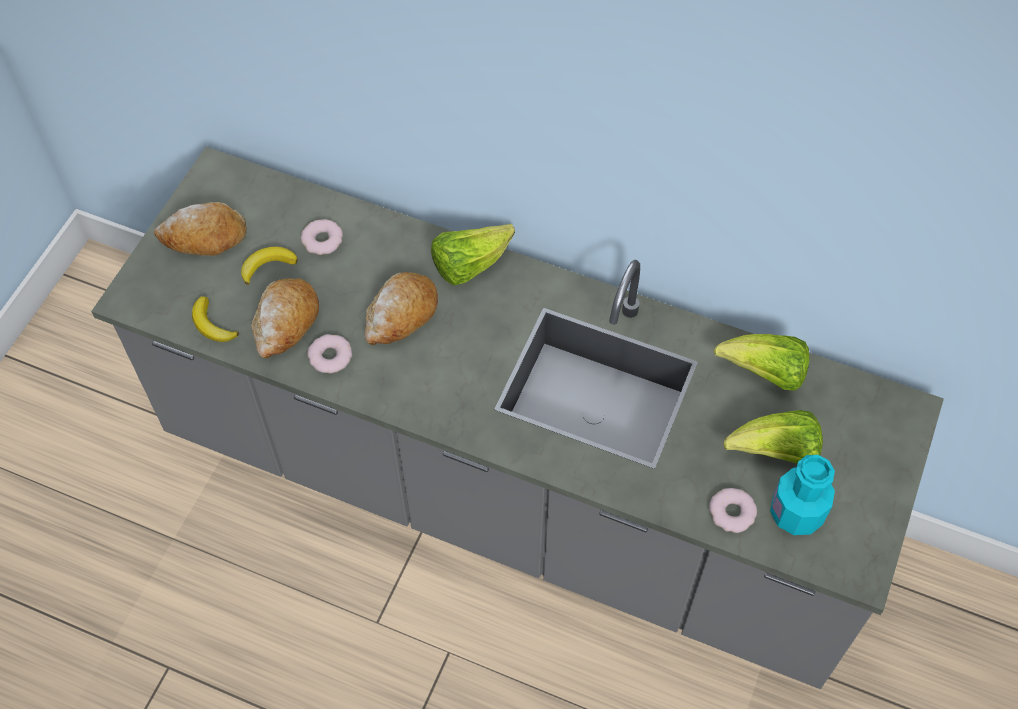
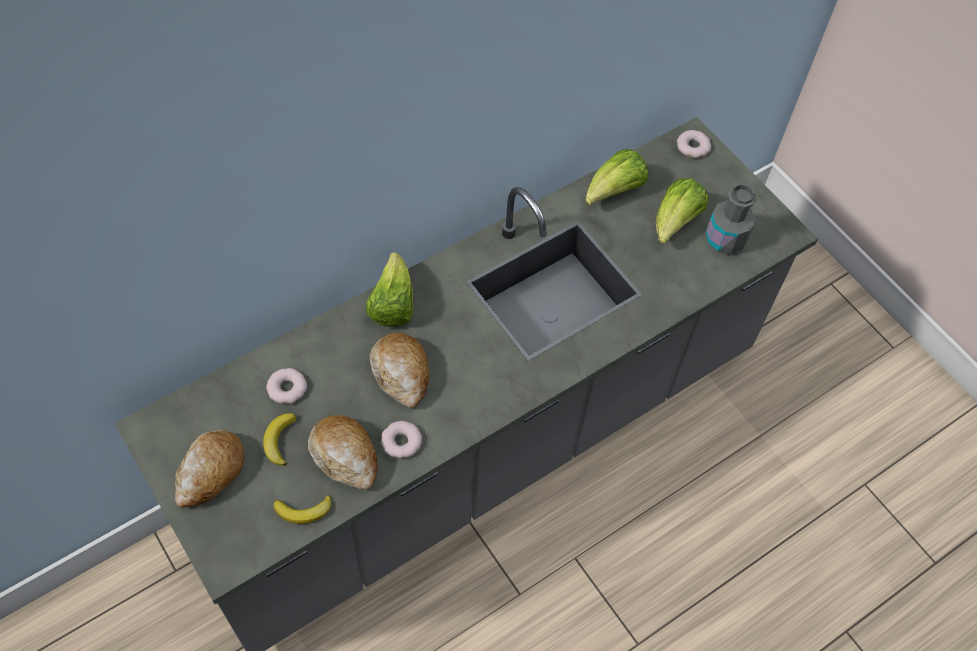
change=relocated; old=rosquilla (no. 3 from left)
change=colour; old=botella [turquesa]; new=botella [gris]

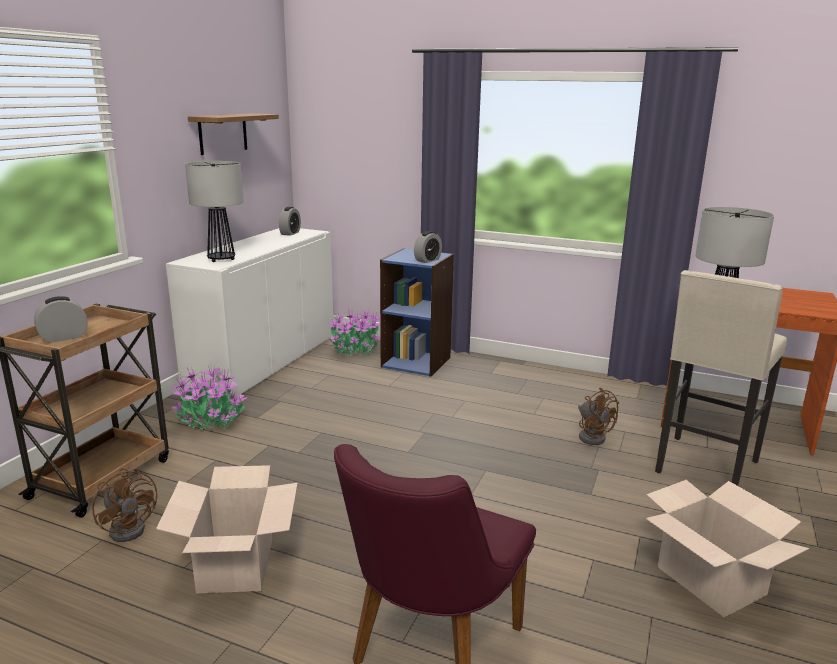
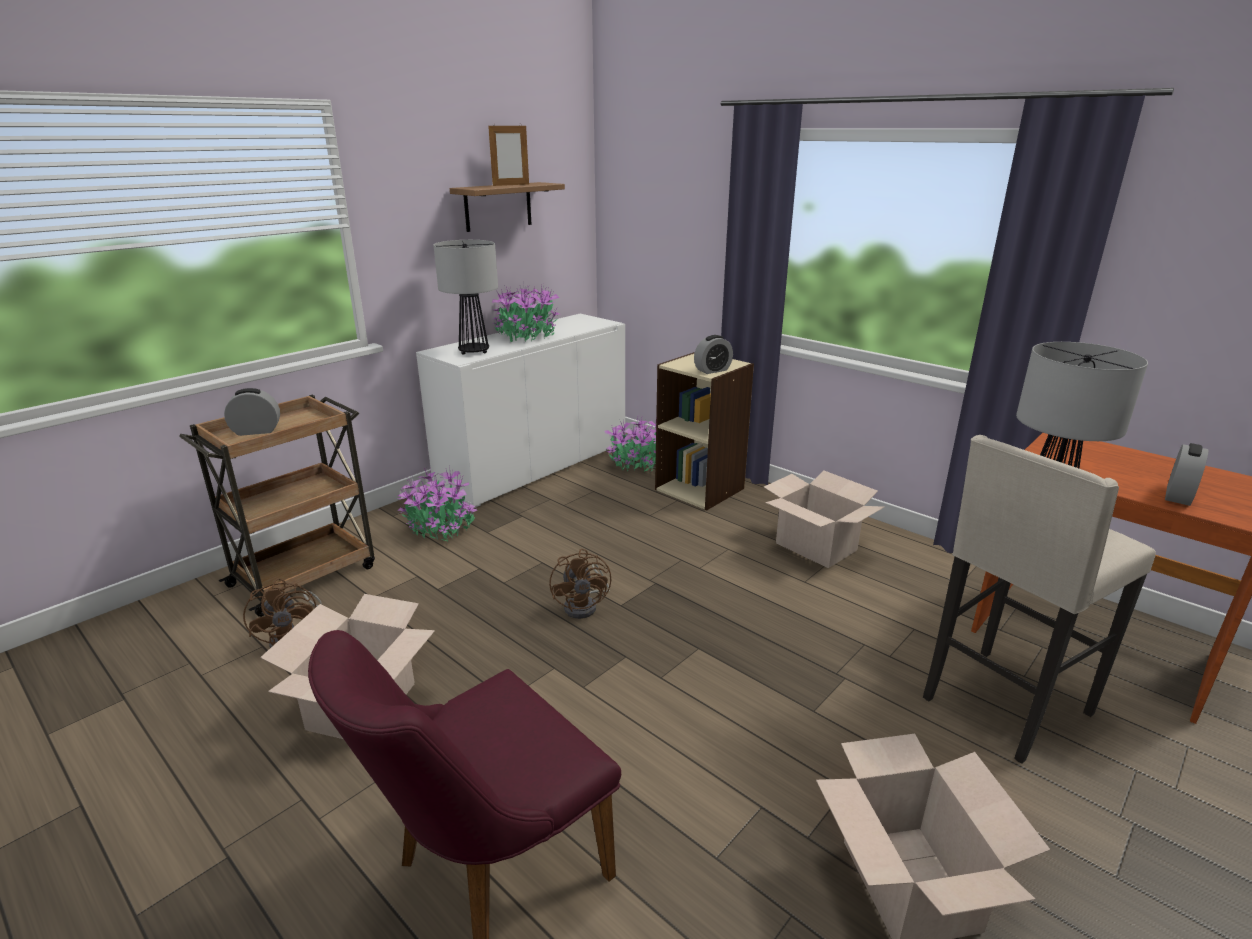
change=appeared; new=portarretratos
change=appeared; new=planta en maceta (no. 2 from left)
change=relocated; old=ventilador [marrón] (no. 2 from left)
change=colour; old=estantería [azul]; new=estantería [beis]
change=appeared; new=caja de cartón (no. 2 from left)
change=relocated; old=despertador (no. 2 from left in the first image); new=despertador (no. 3 from left)

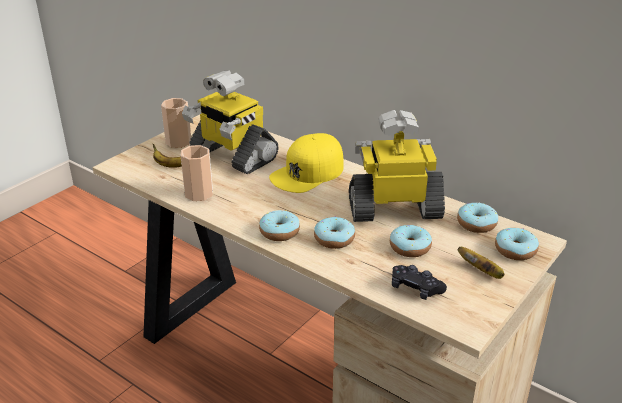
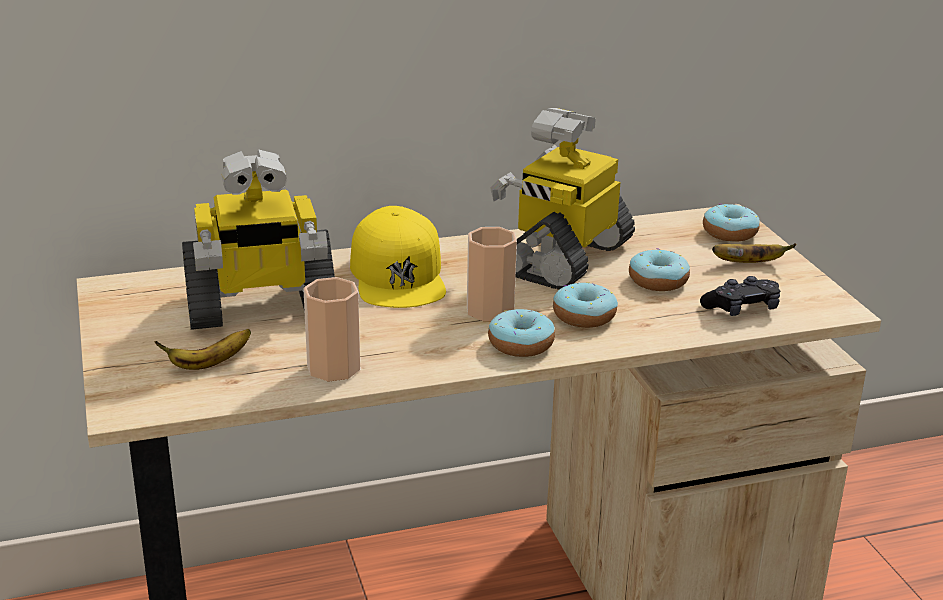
change=relocated; old=taza (no. 1 from left in the first image); new=taza (no. 2 from left)
change=missing; old=rosquilla (no. 4 from left)

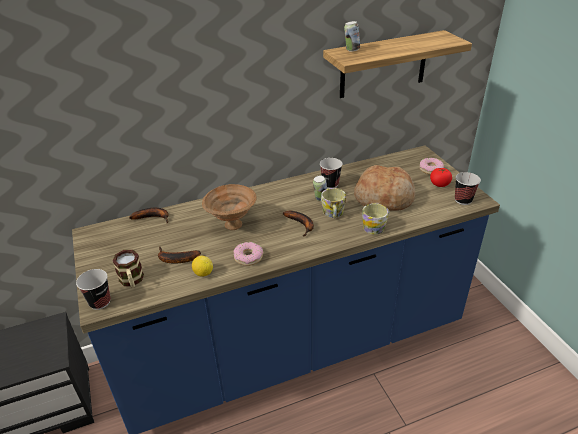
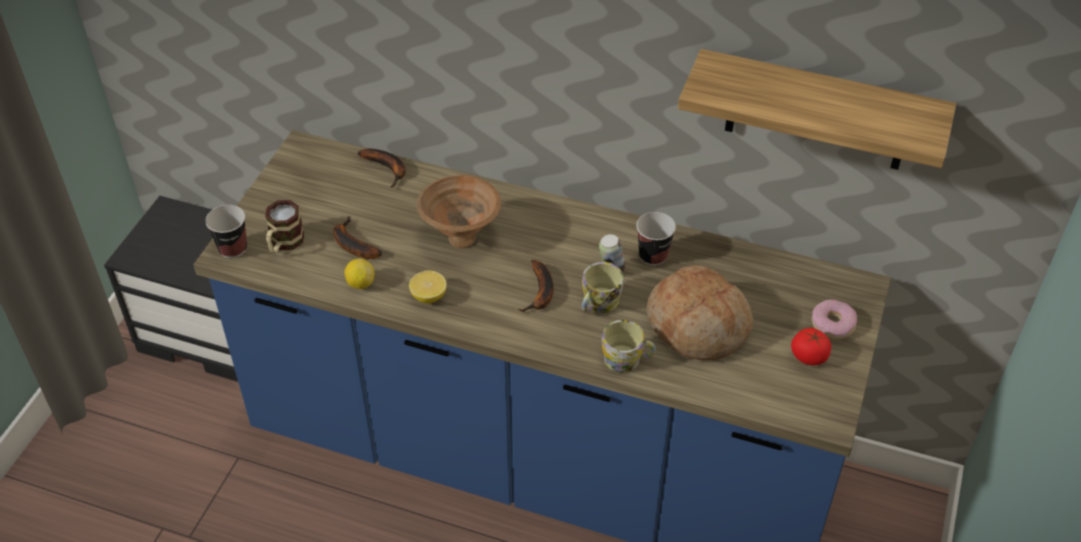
change=exchanged; old=rosquilla (no. 1 from left); new=limón (no. 2 from left)
change=missing; old=lata (no. 2 from left)
change=missing; old=taza (no. 3 from left)

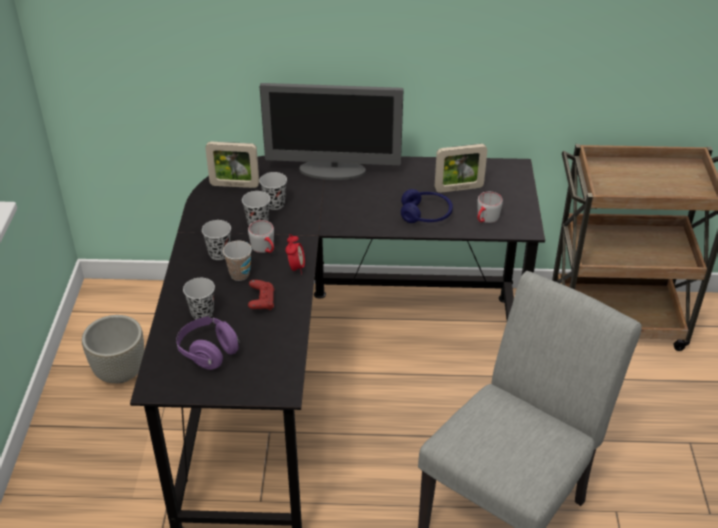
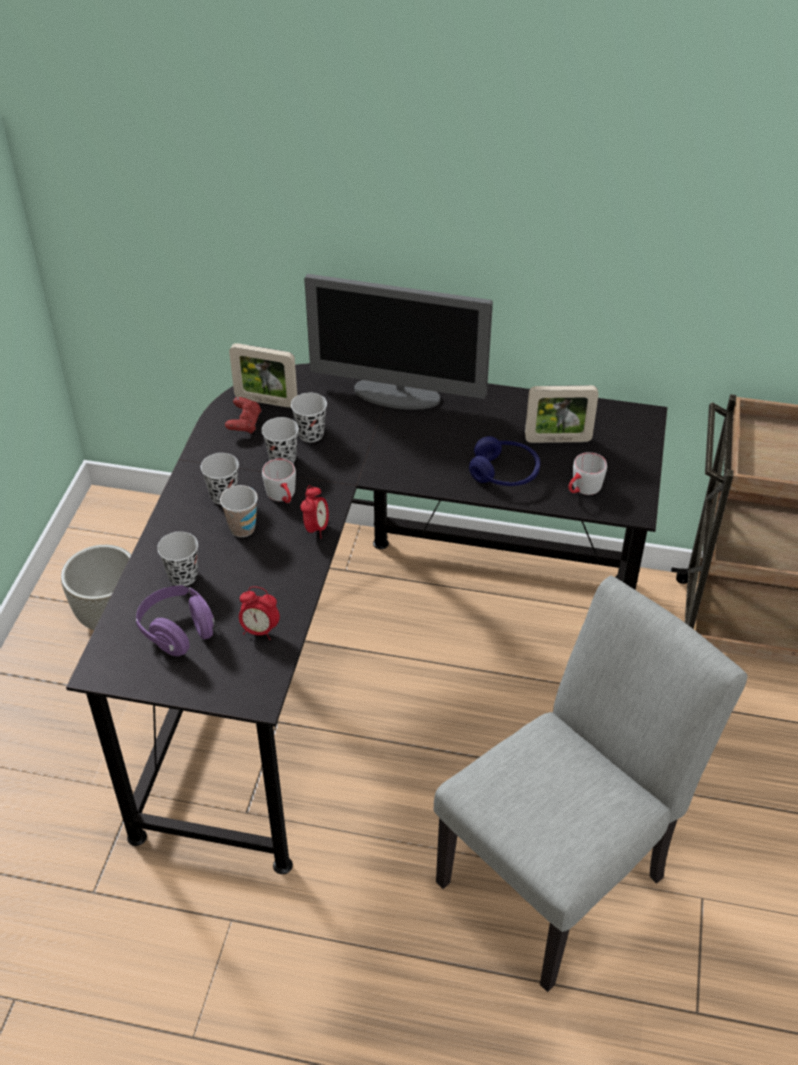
change=relocated; old=mando de consola [rojo]
change=appeared; new=despertador (no. 1 from left)

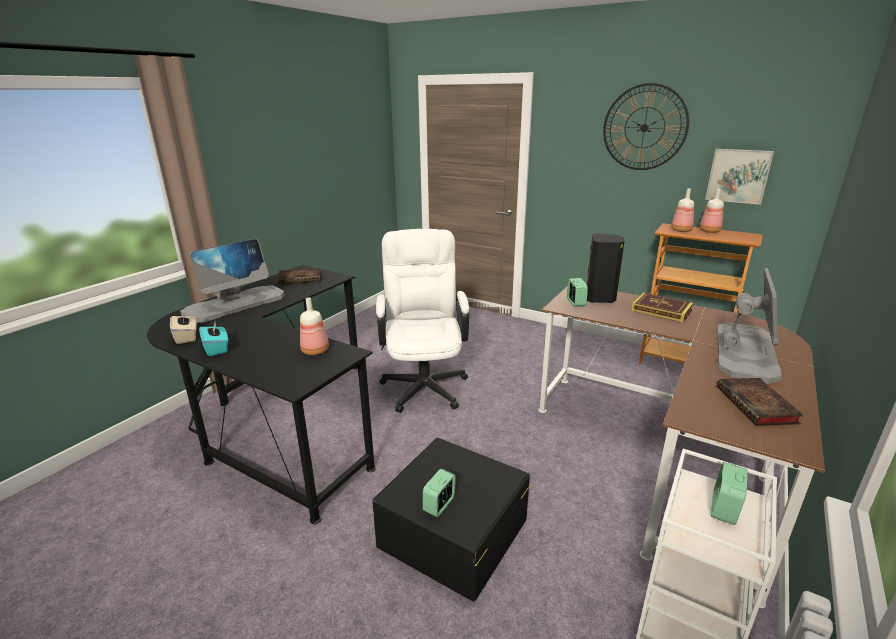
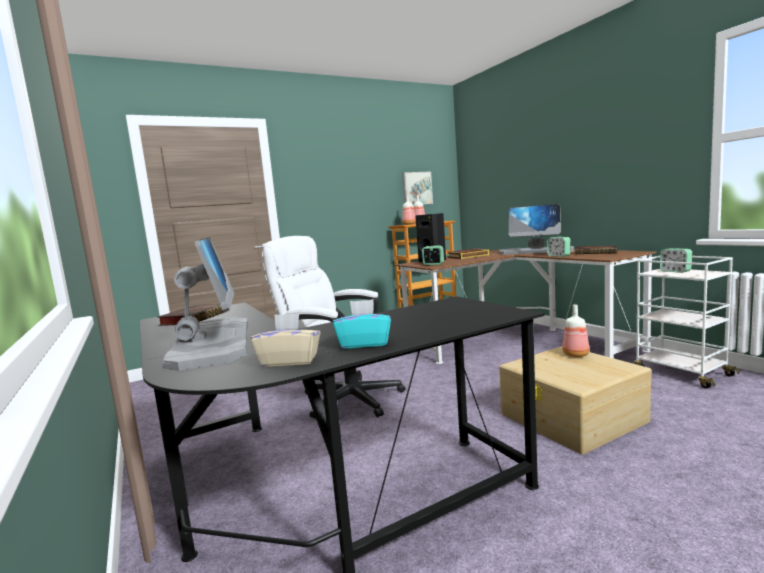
change=spun; old=monitor (no. 2 from left); degrees=150
change=colour; old=caja de almacenaje [negro]; new=caja de almacenaje [beis]
change=relocated; old=despertador (no. 1 from left in the first image); new=despertador (no. 2 from left)
change=relocated; old=botella (no. 1 from left in the first image); new=botella (no. 3 from left)
change=missing; old=reloj de pared

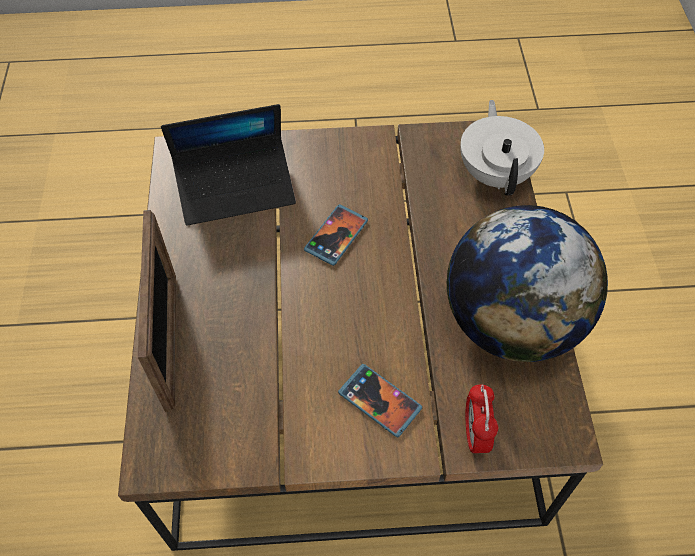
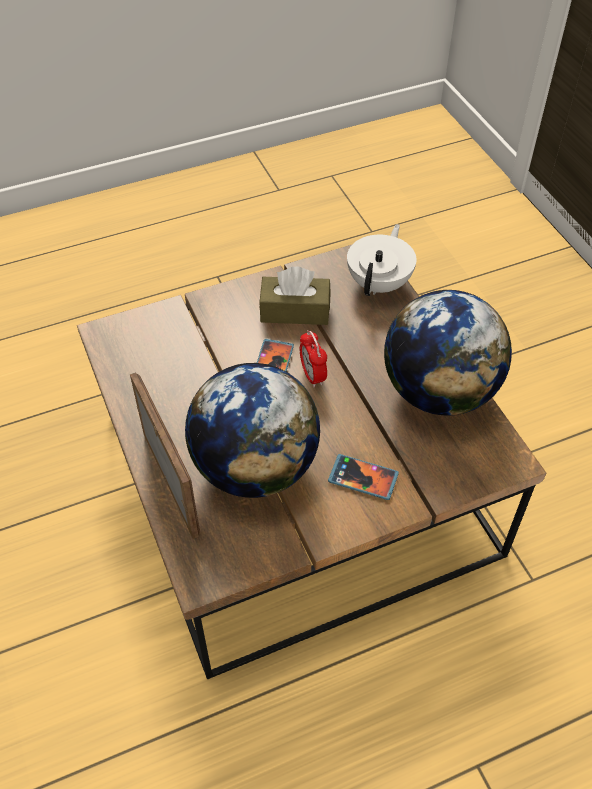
change=appeared; new=globo terráqueo (no. 1 from left)
change=appeared; new=caja de pañuelos [marrón]
change=relocated; old=despertador
change=spun; old=tetera [blanco]; degrees=45
change=missing; old=portátil

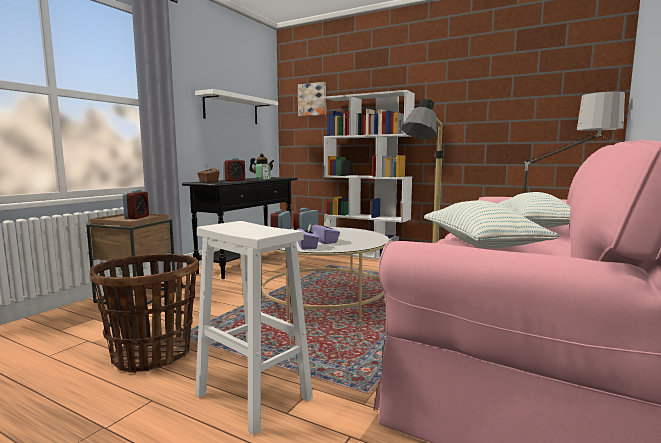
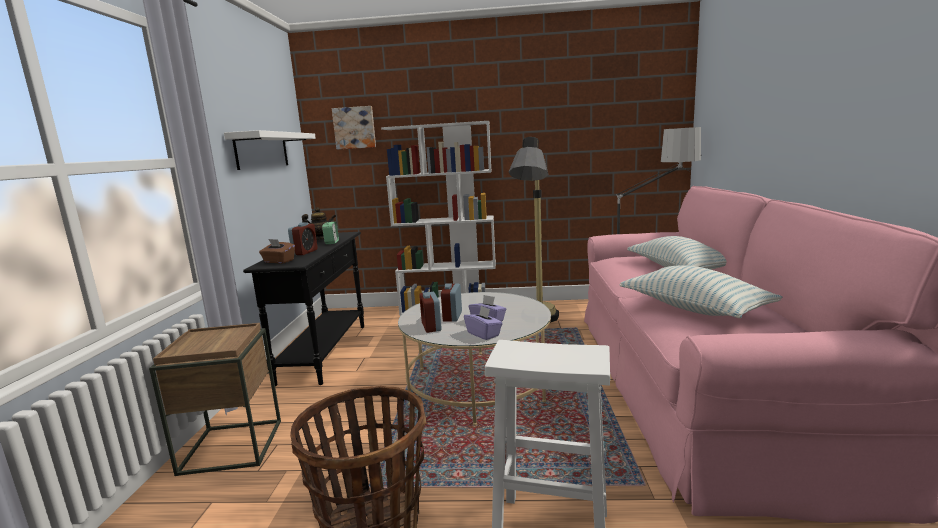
change=missing; old=despertador (no. 1 from left)

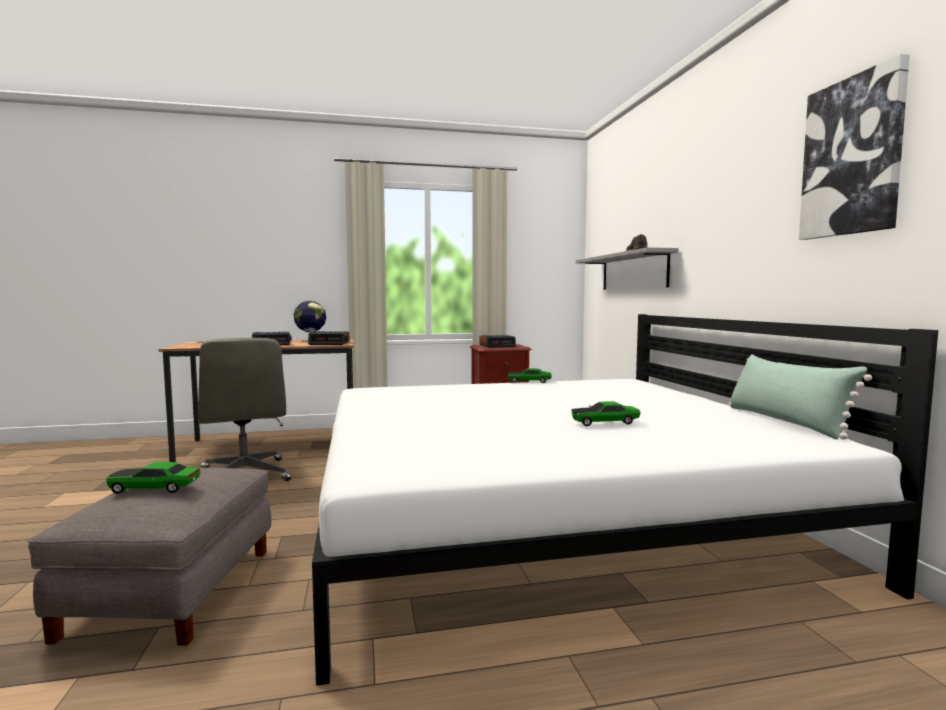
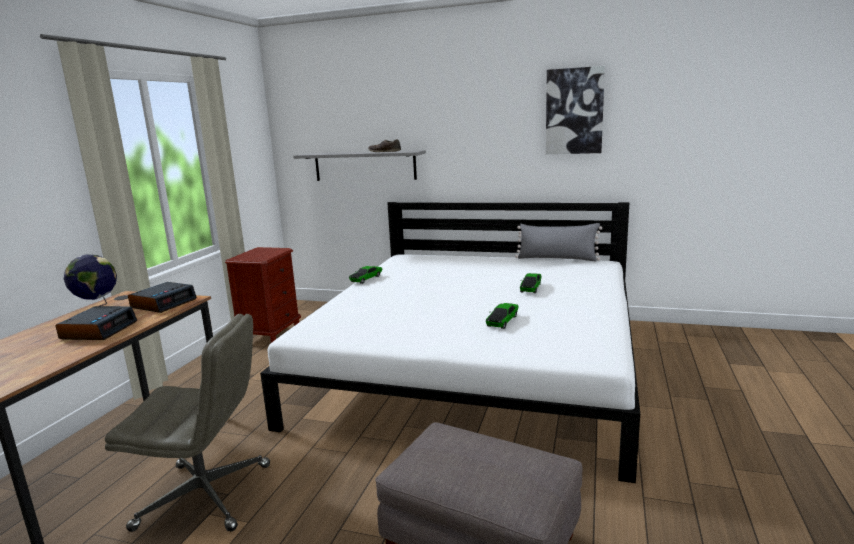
change=relocated; old=coche de juguete (no. 1 from left in the first image); new=coche de juguete (no. 2 from left)
change=colour; old=cojín [verde]; new=cojín [gris]
change=missing; old=despertador (no. 3 from left)

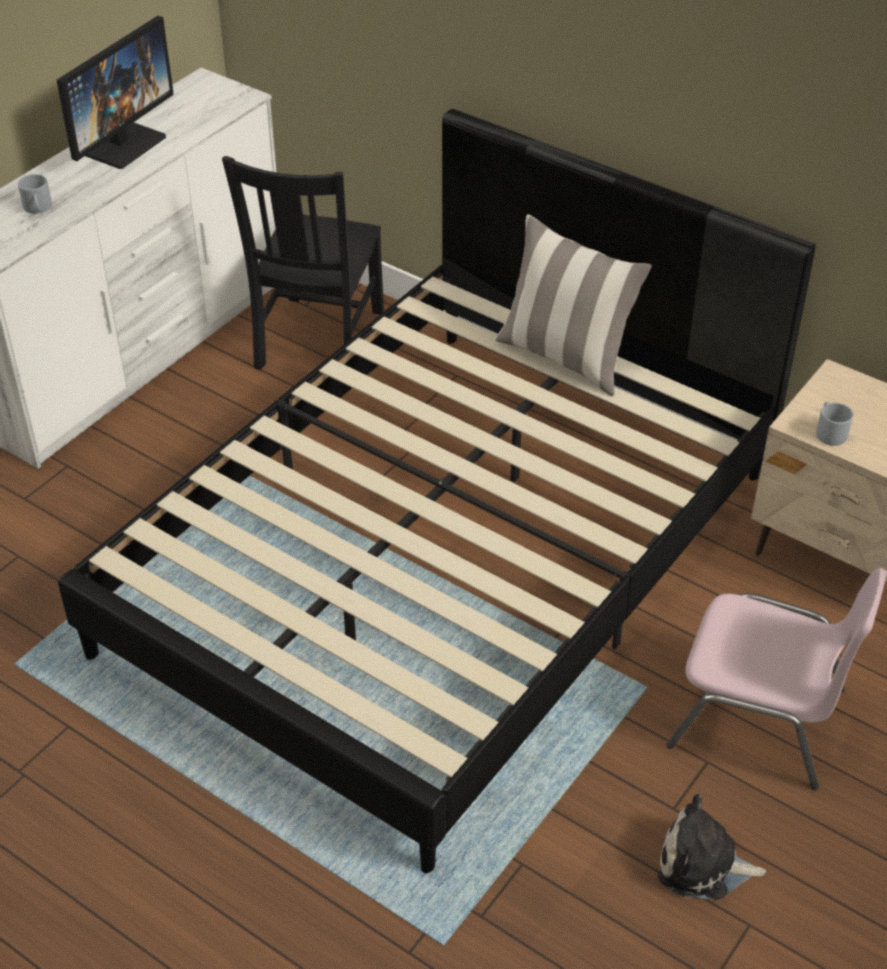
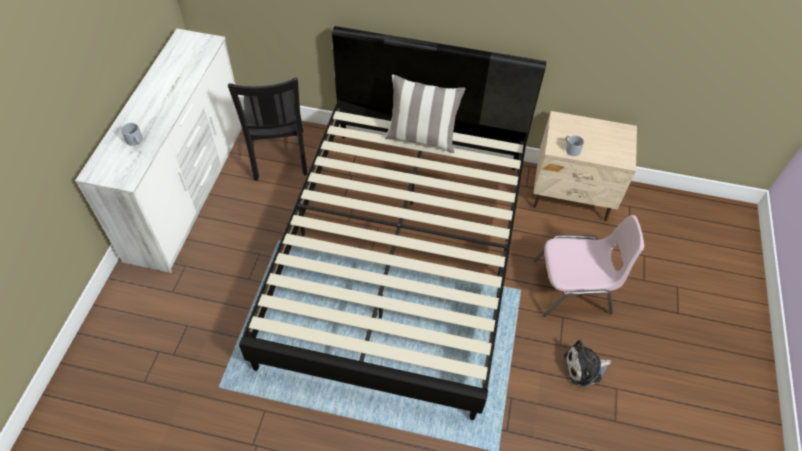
change=missing; old=monitor

